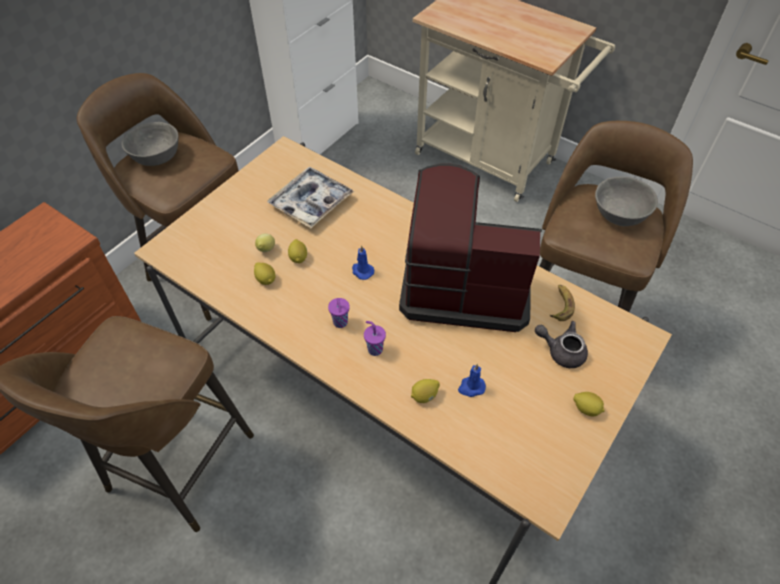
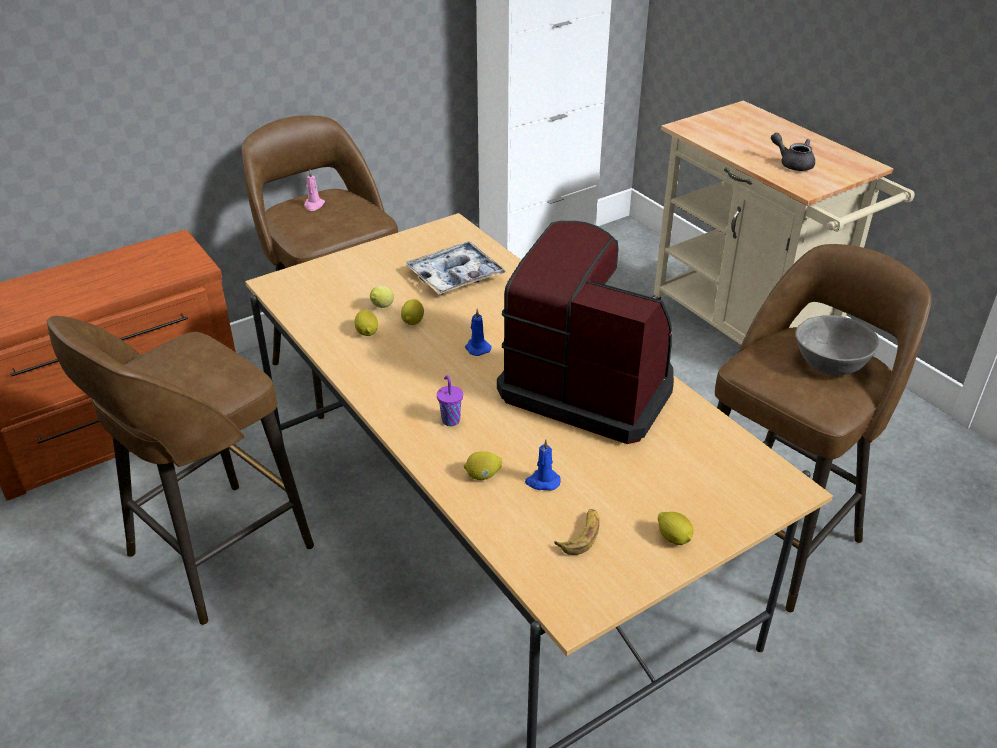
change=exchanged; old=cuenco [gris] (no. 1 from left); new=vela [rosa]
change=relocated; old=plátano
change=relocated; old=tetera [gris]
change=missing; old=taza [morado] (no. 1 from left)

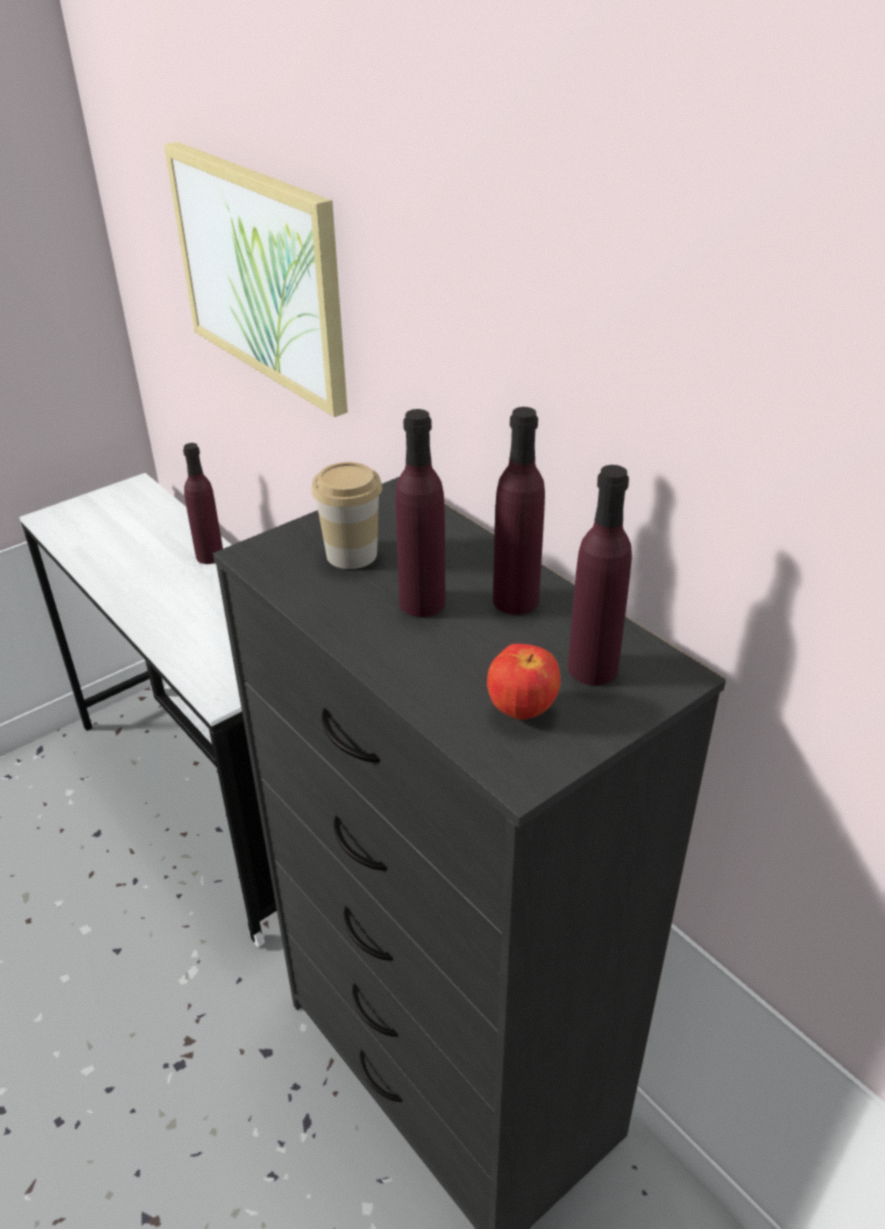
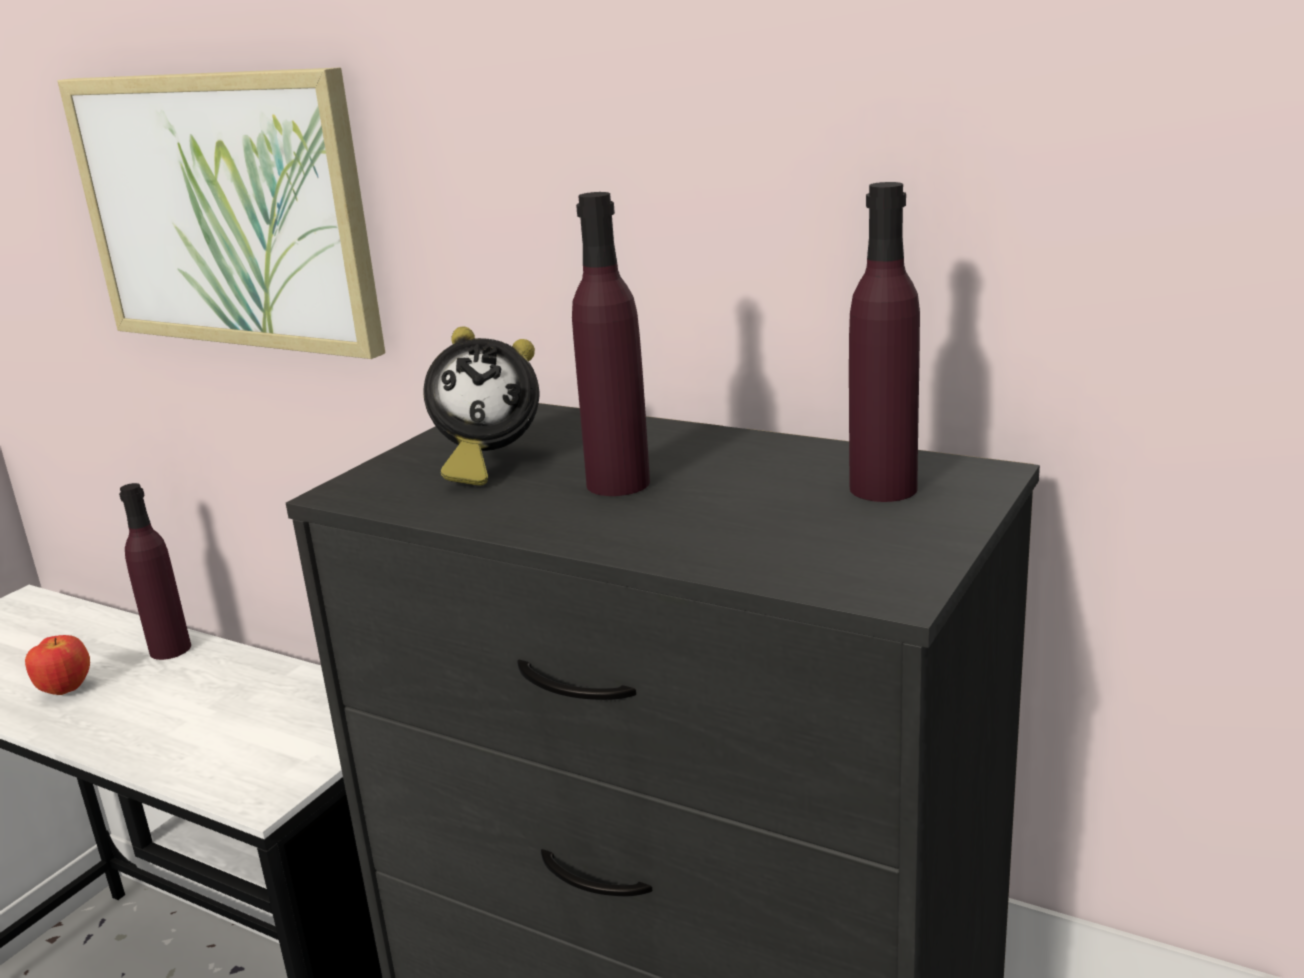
change=relocated; old=manzana
change=exchanged; old=taza; new=despertador
change=missing; old=botella [morado] (no. 3 from left)

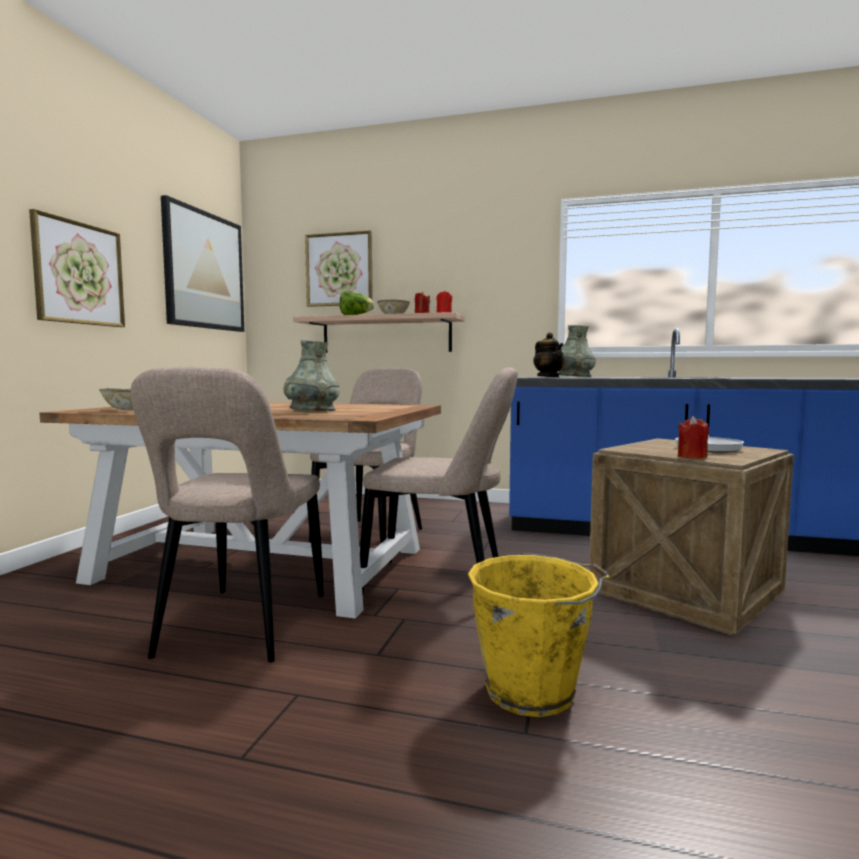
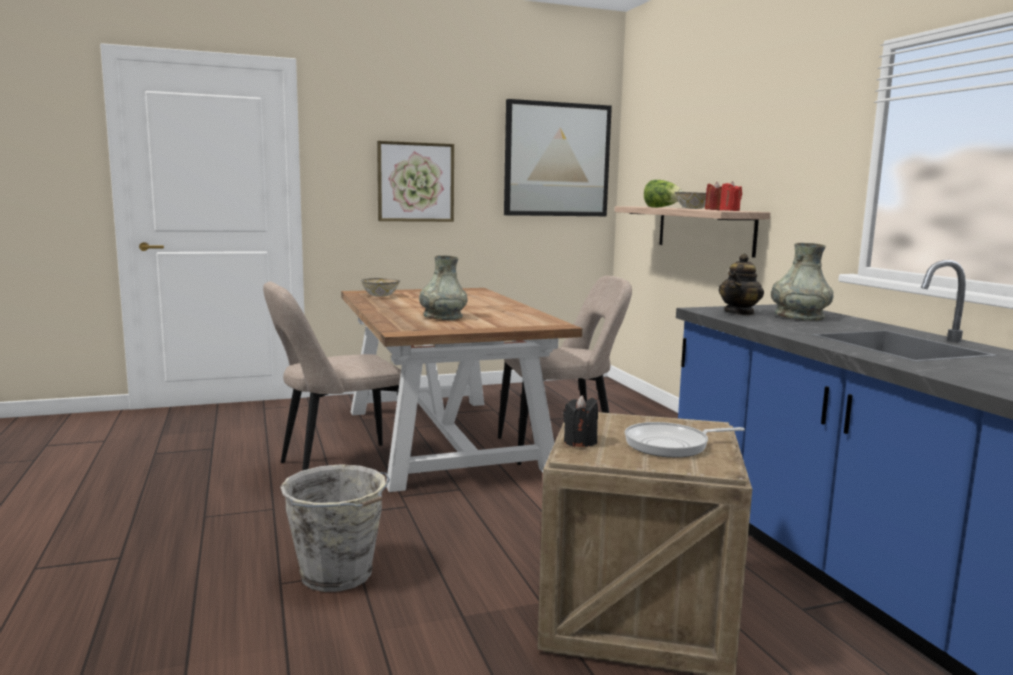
change=colour; old=cubo [amarillo]; new=cubo [gris]
change=colour; old=vela [rojo] (no. 3 from left); new=vela [negro]
change=missing; old=cuadro (no. 3 from left)
change=missing; old=silla [beis] (no. 3 from left)

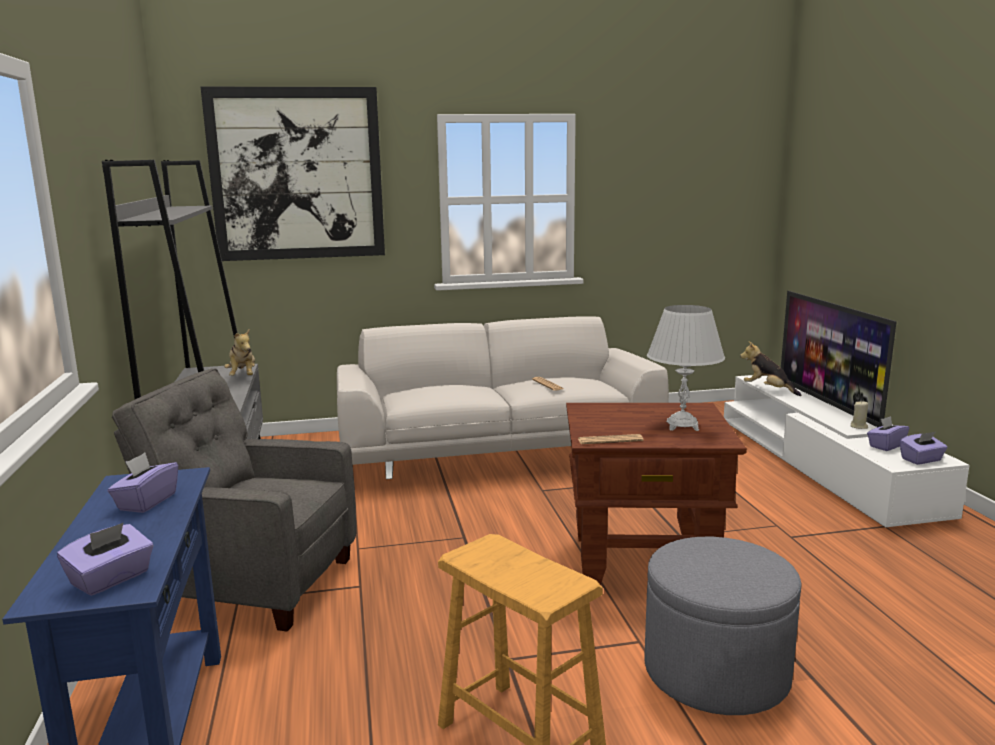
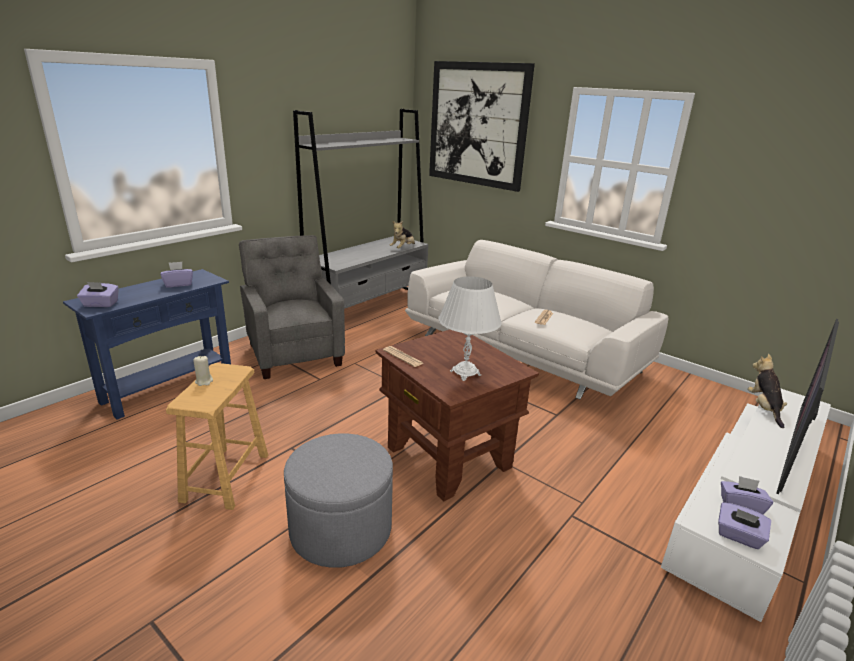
change=relocated; old=vela [beis]

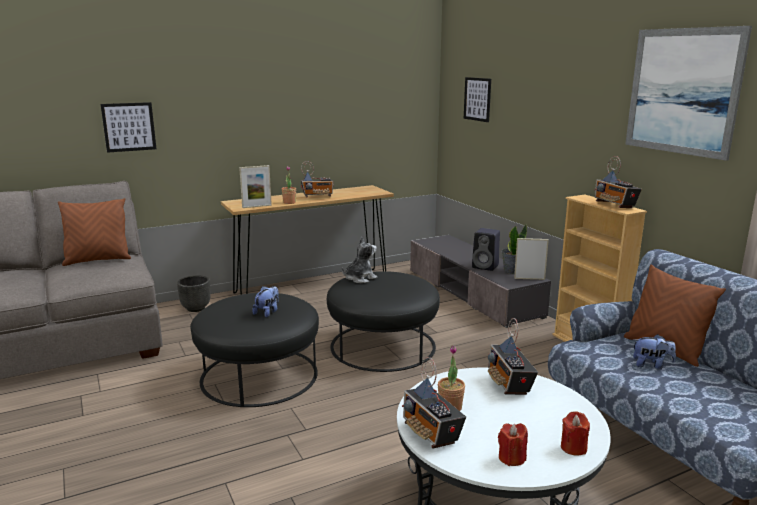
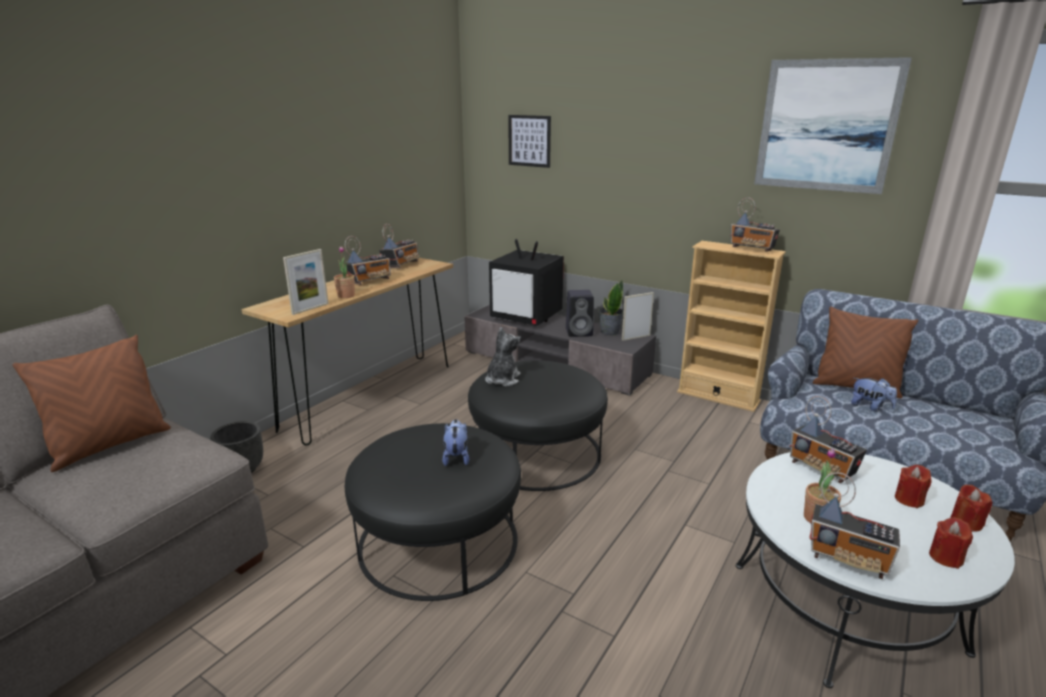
change=appeared; new=radio (no. 2 from left)
change=appeared; new=televisor
change=spun; old=peluche (no. 3 from left); degrees=60
change=appeared; new=vela [rojo] (no. 1 from left)
change=missing; old=cuadro (no. 1 from left)

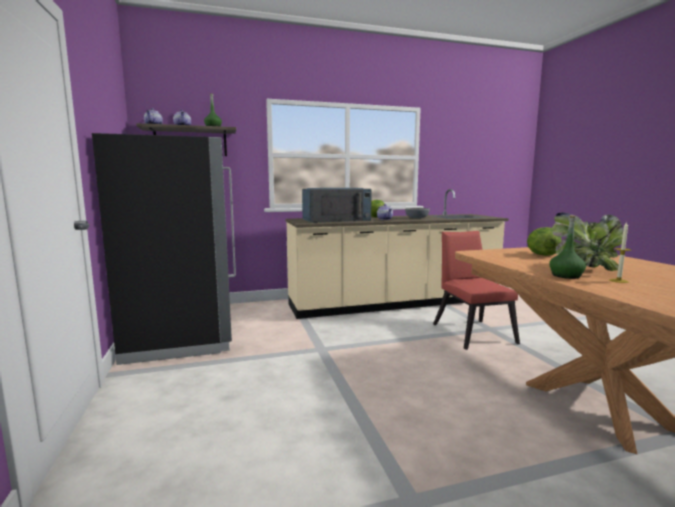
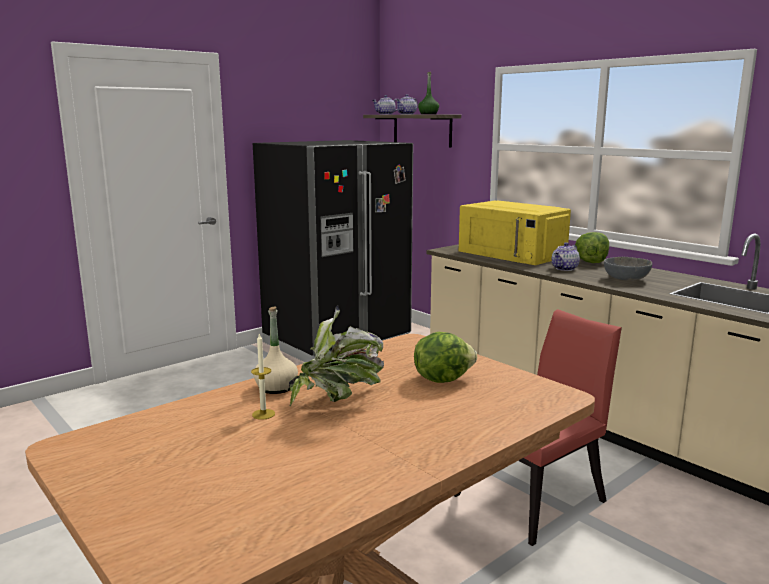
change=colour; old=botella [verde] (no. 2 from left); new=botella [beis]
change=colour; old=microondas [azul]; new=microondas [amarillo]

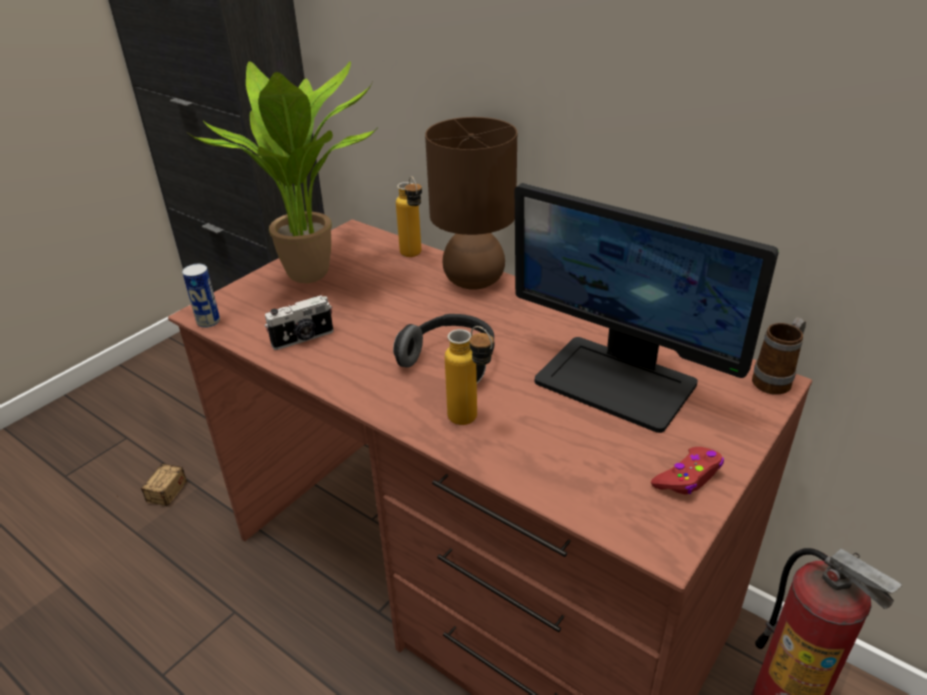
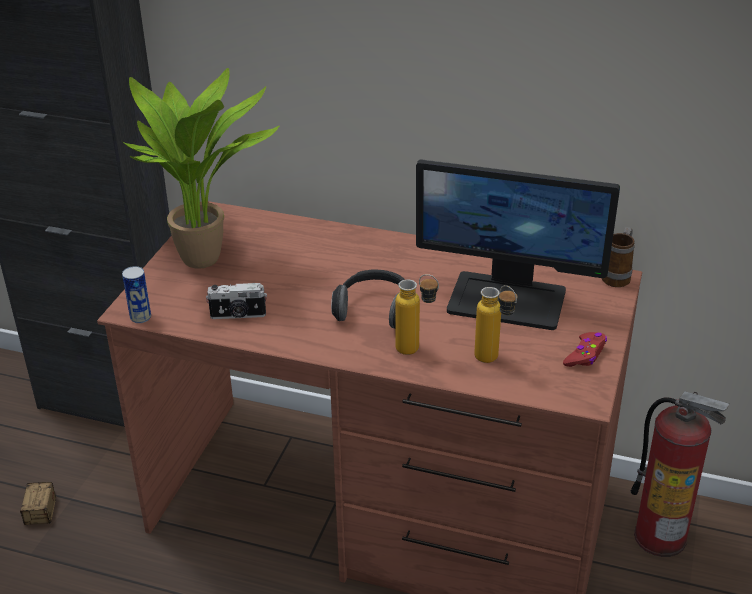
change=spun; old=cámara; degrees=45
change=relocated; old=botella (no. 1 from left in the first image); new=botella (no. 2 from left)
change=missing; old=lámpara de mesa [marrón]

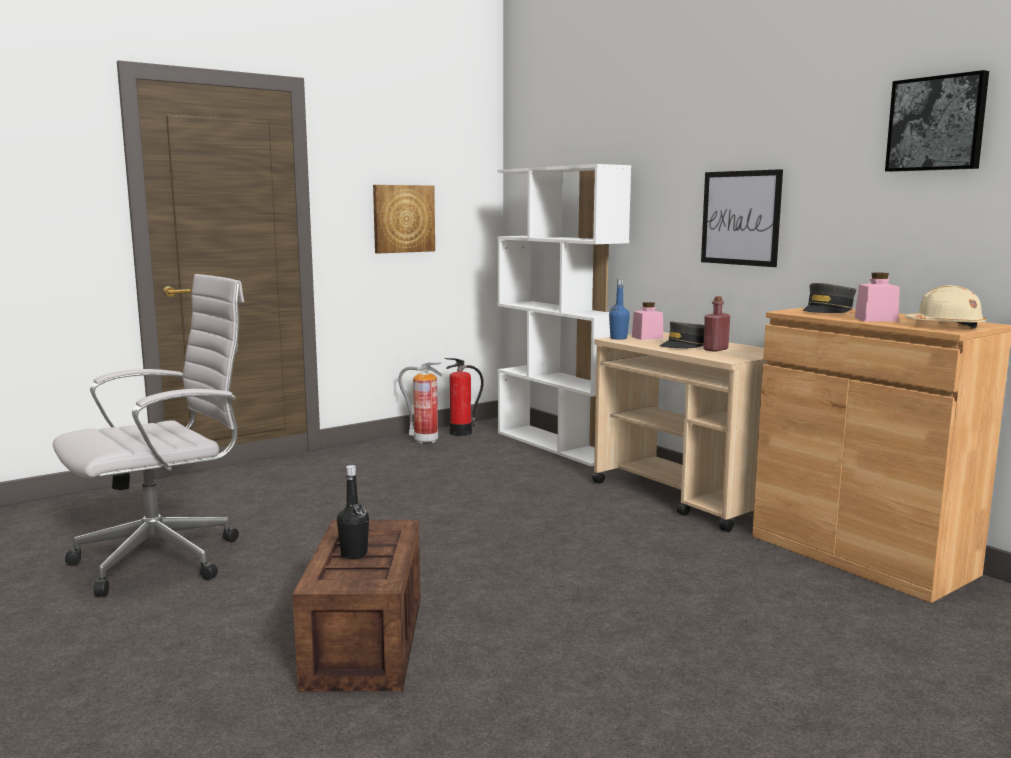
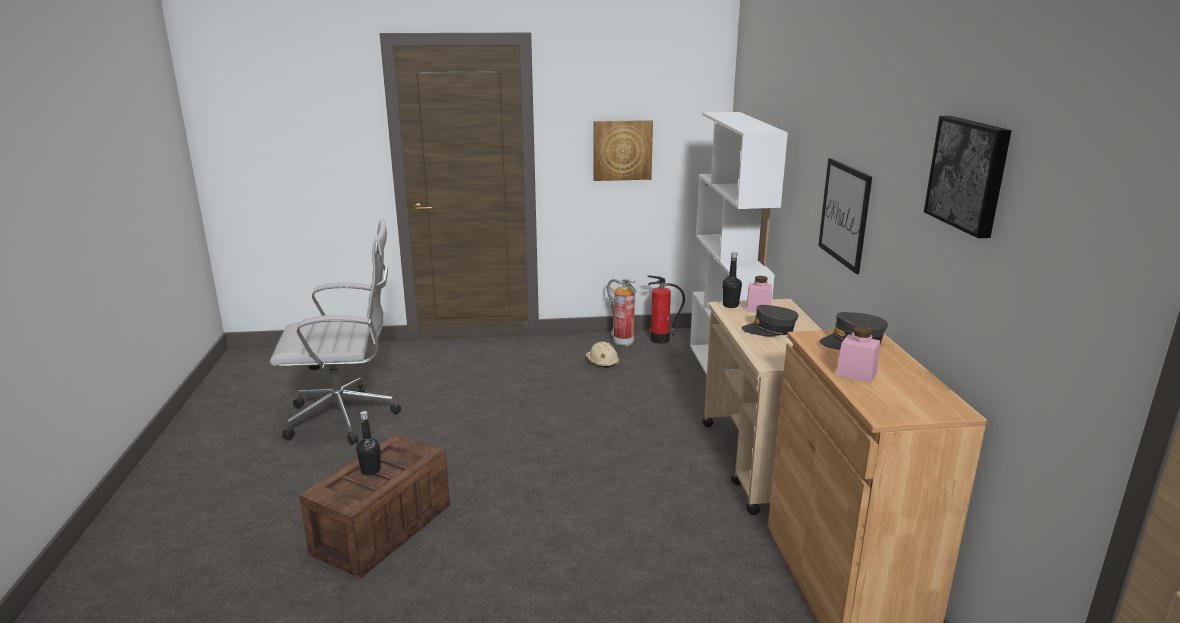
change=relocated; old=casco [beis]
change=colour; old=botella [azul]; new=botella [negro] (no. 2 from left)
change=missing; old=botella [rojo]

